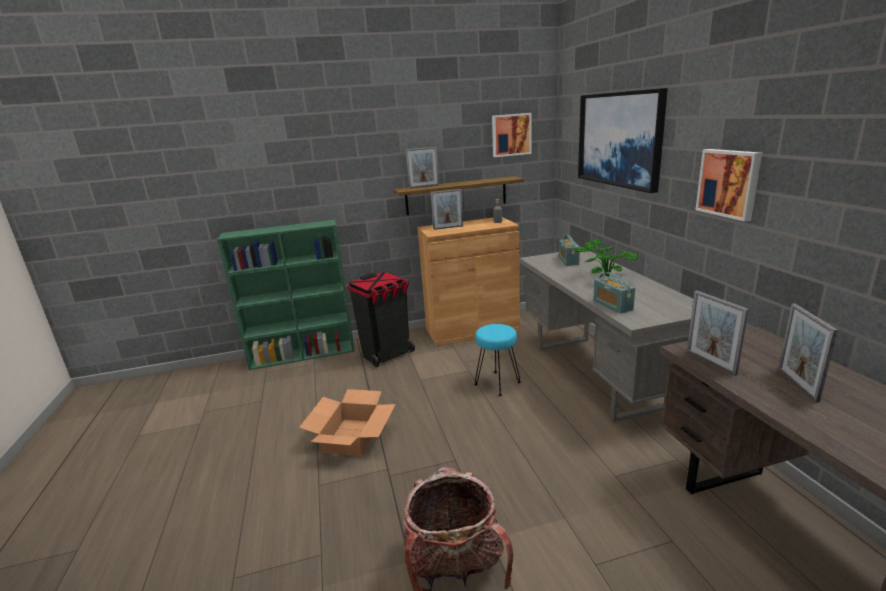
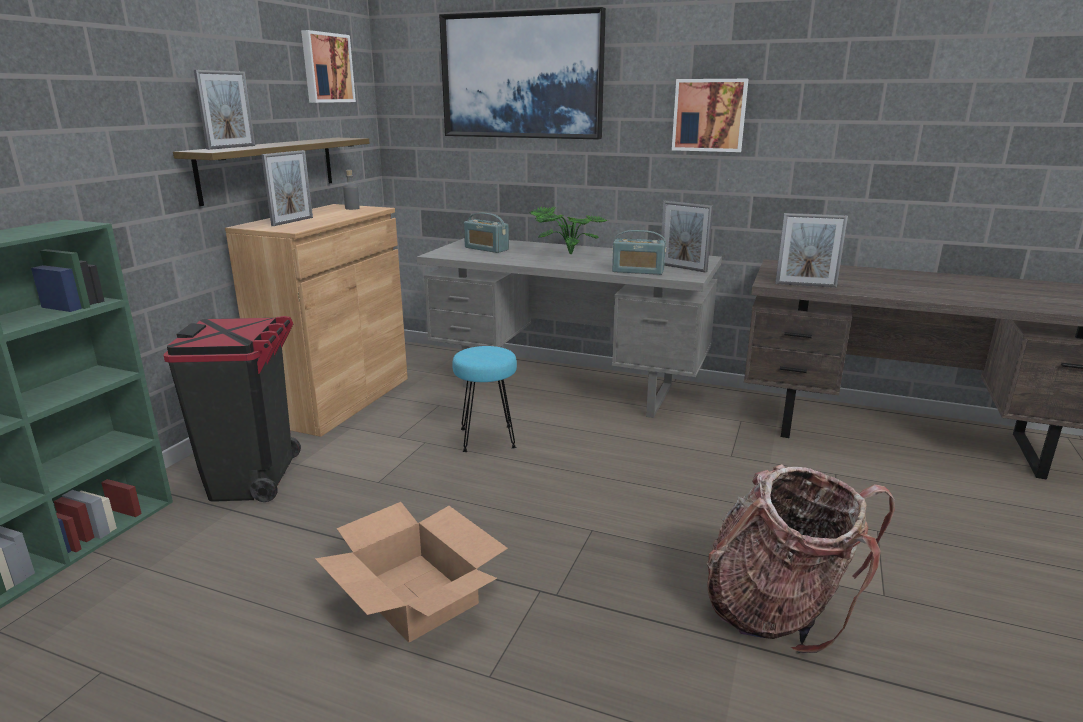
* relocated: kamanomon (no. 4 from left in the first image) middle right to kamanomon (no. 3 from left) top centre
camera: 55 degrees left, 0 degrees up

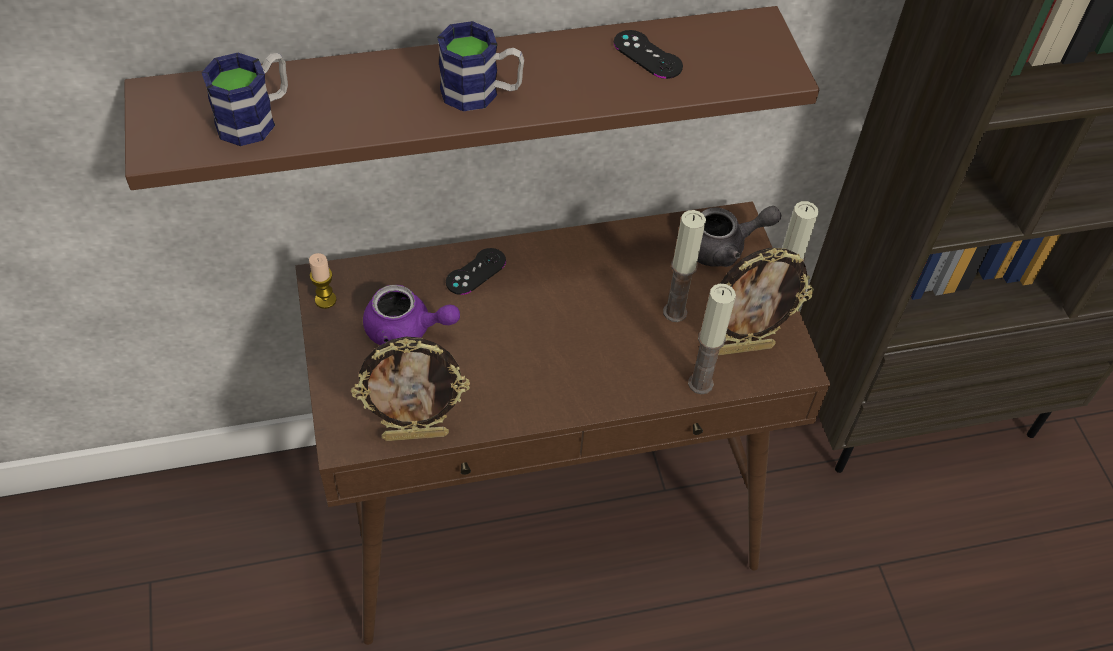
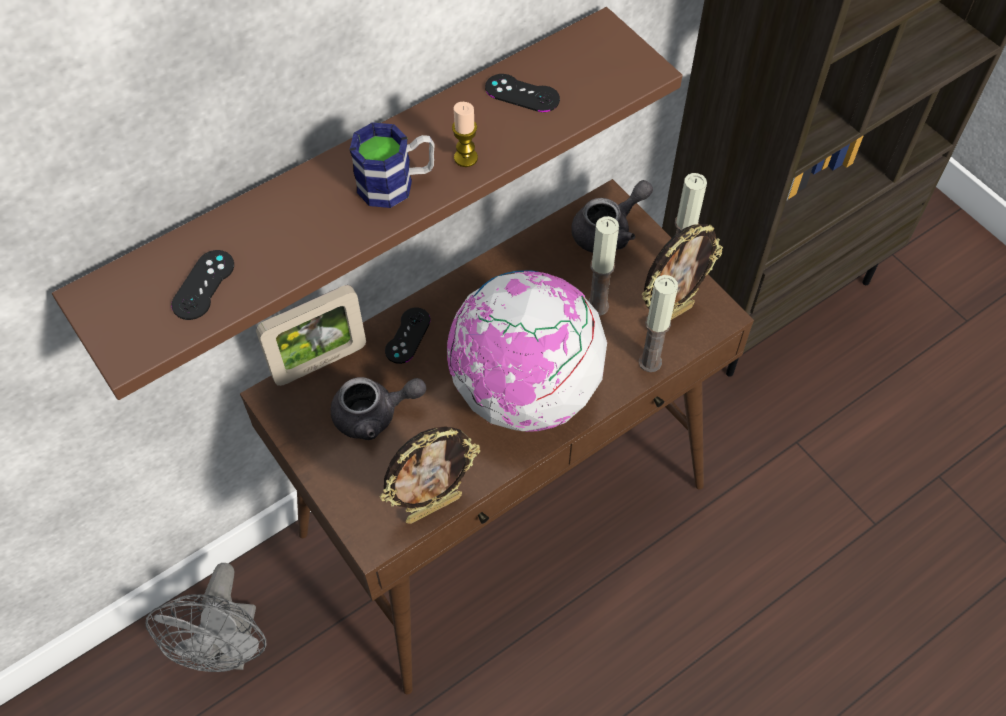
* exchanged: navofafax (no. 1 from left) top left to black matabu (no. 1 from left) middle left
* relocated: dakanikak (no. 1 from left) middle left to top centre
* colour: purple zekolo centre to grey zekolo (no. 1 from left) centre
* appeared: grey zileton bottom left
* appeared: kamanomon (no. 1 from left) middle left
* appeared: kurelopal centre
camera: 20 degrees left, 5 degrees up

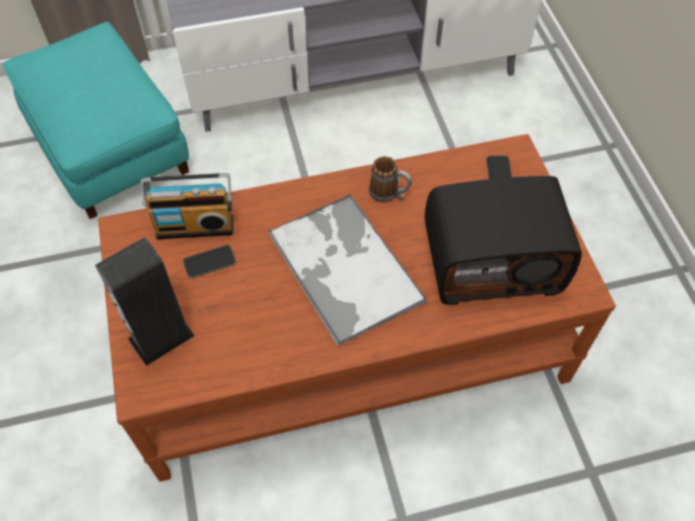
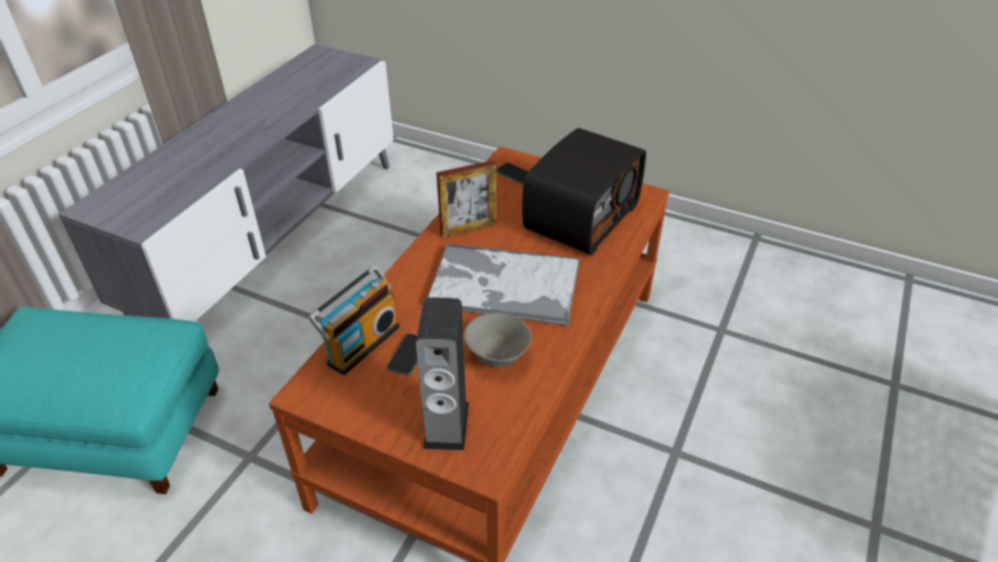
* exchanged: navofafax centre to kamanomon centre
* appeared: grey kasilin centre
camera: 50 degrees left, 15 degrees down

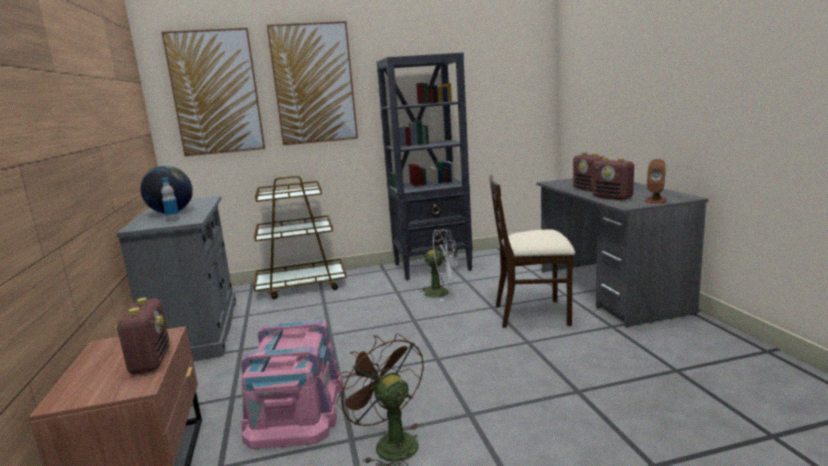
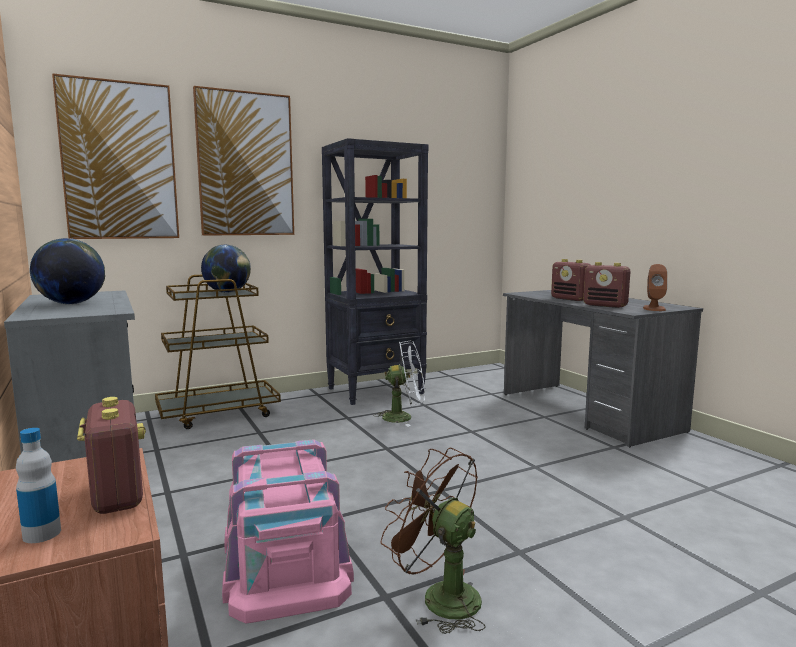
* relocated: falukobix middle left to bottom left
* missing: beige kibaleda centre
* appeared: kurelopal (no. 2 from left) middle left
camera: 15 degrees left, 5 degrees down

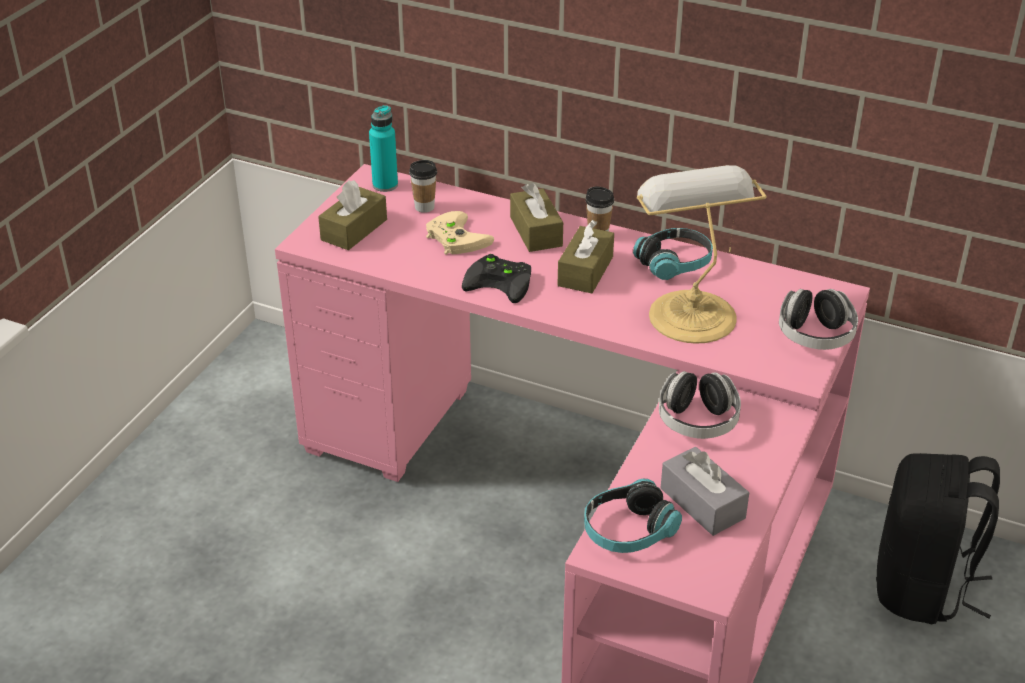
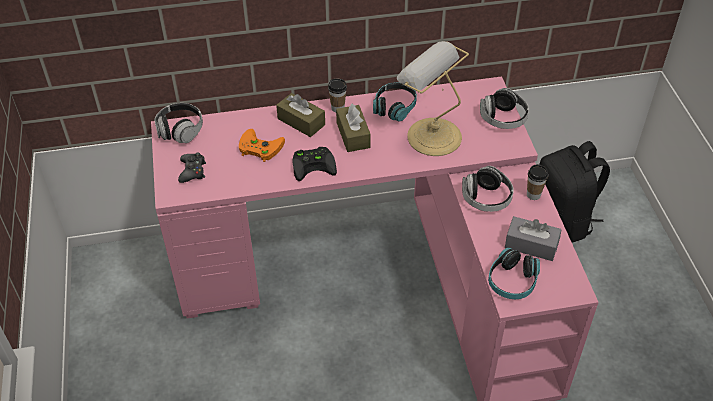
* exchanged: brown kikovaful (no. 1 from left) top centre to black matabu (no. 1 from left) middle left
* exchanged: turquoise falukobix top centre to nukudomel (no. 1 from left) top left
* relocated: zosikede (no. 1 from left in the first image) top centre to zosikede (no. 2 from left) middle right
* colour: beige matabu centre to orange matabu centre
camera: 35 degrees left, 10 degrees up

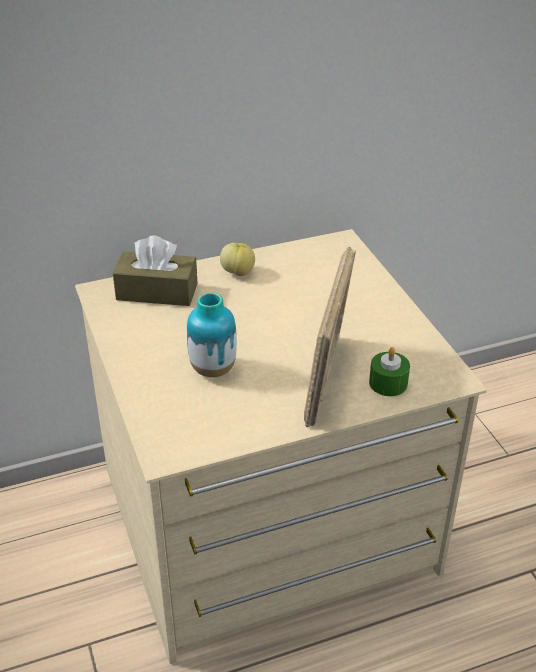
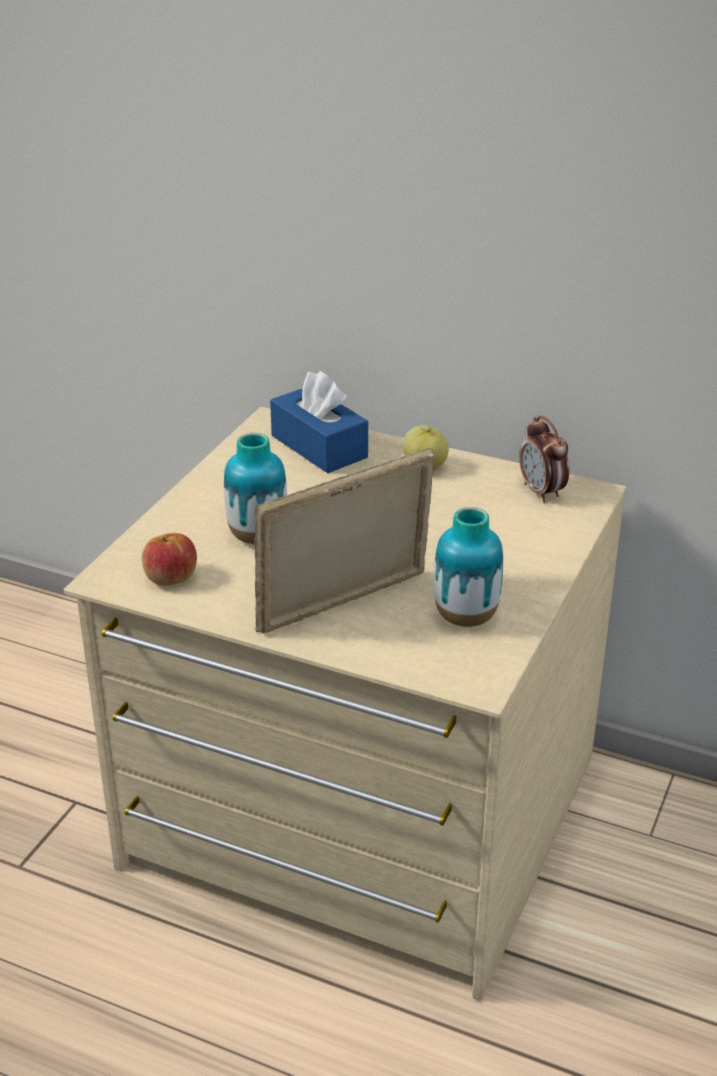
* colour: brown kikovaful middle left to blue kikovaful centre
* missing: green dakanikak middle right
* appeared: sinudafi (no. 1 from left) middle left
* appeared: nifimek (no. 2 from left) centre
* appeared: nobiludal middle right
camera: 45 degrees right, 5 degrees down

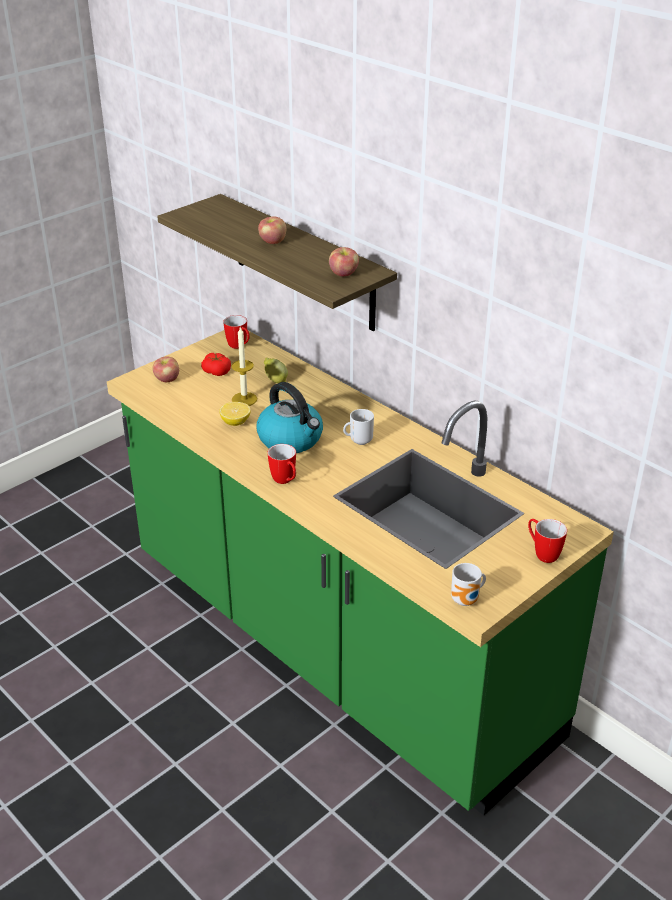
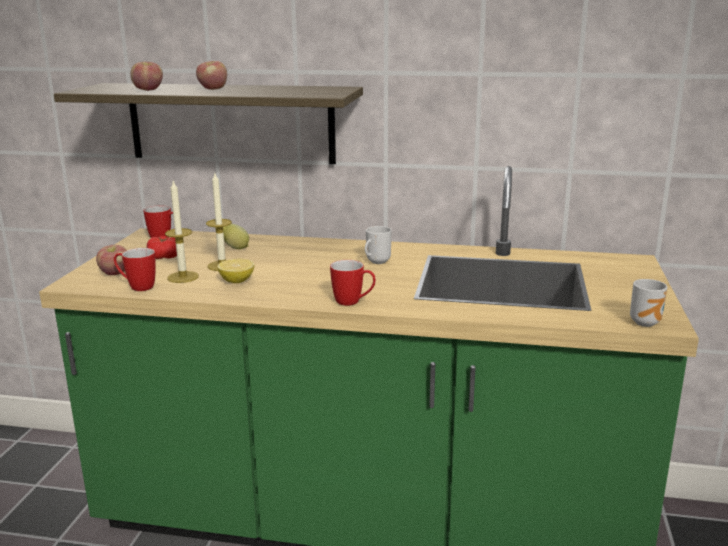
* missing: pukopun centre
* relocated: sinudafi (no. 3 from left in the first image) top centre to sinudafi (no. 2 from left) top left
* relocated: navofafax (no. 5 from left in the first image) middle right to navofafax (no. 1 from left) middle left
* appeared: dakanikak (no. 1 from left) middle left
camera: 35 degrees left, 15 degrees down

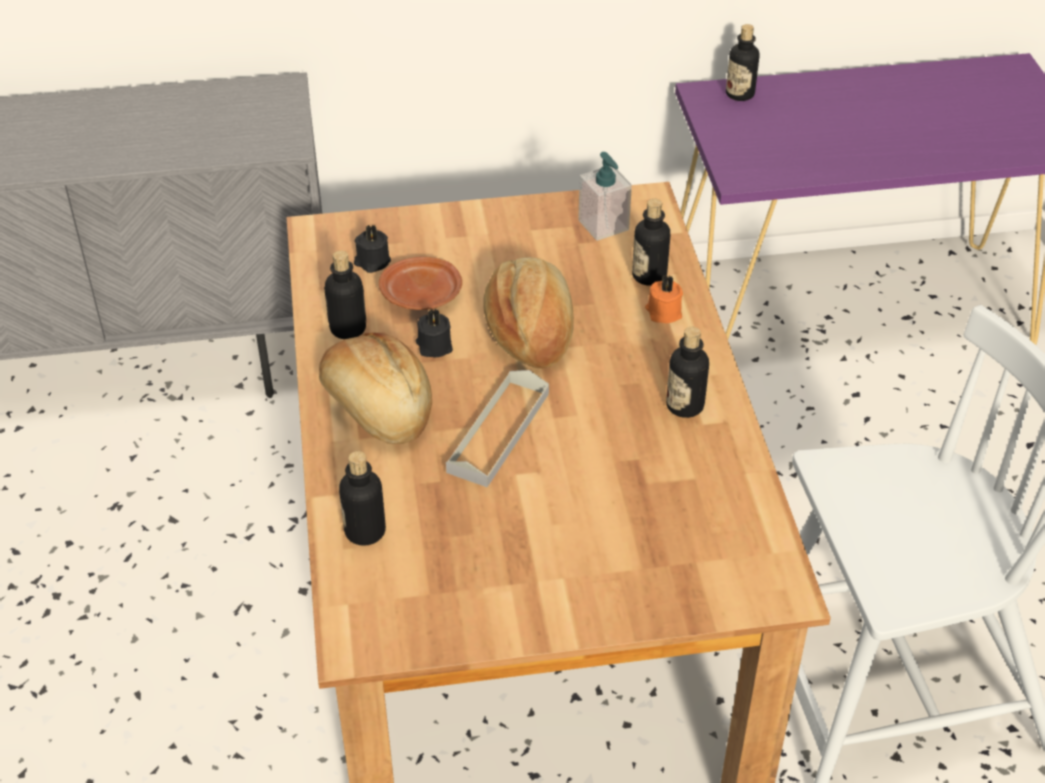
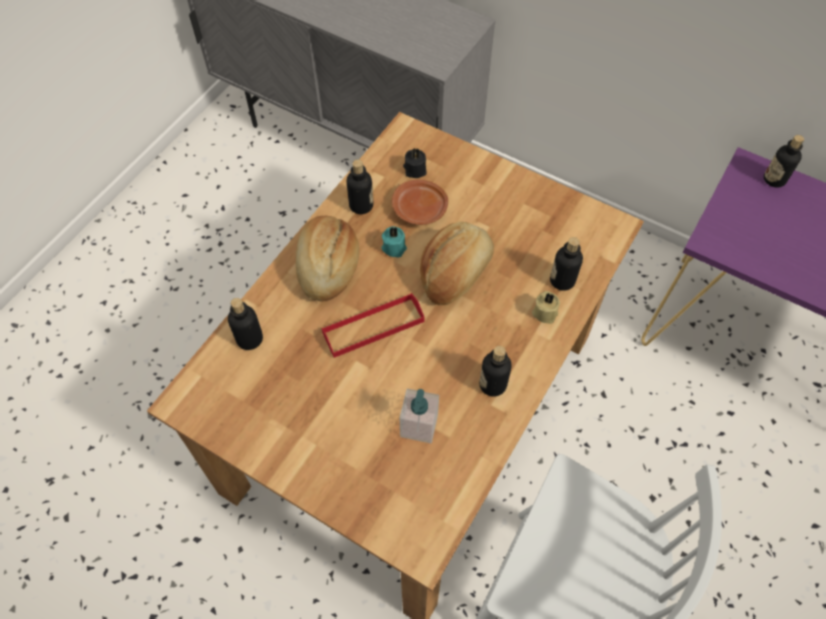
* colour: black dakanikak (no. 2 from left) centre to turquoise dakanikak centre
* colour: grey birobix centre to red birobix centre
* relocated: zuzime top centre to bottom centre
* colour: orange dakanikak centre to beige dakanikak centre
camera: 40 degrees right, 15 degrees up

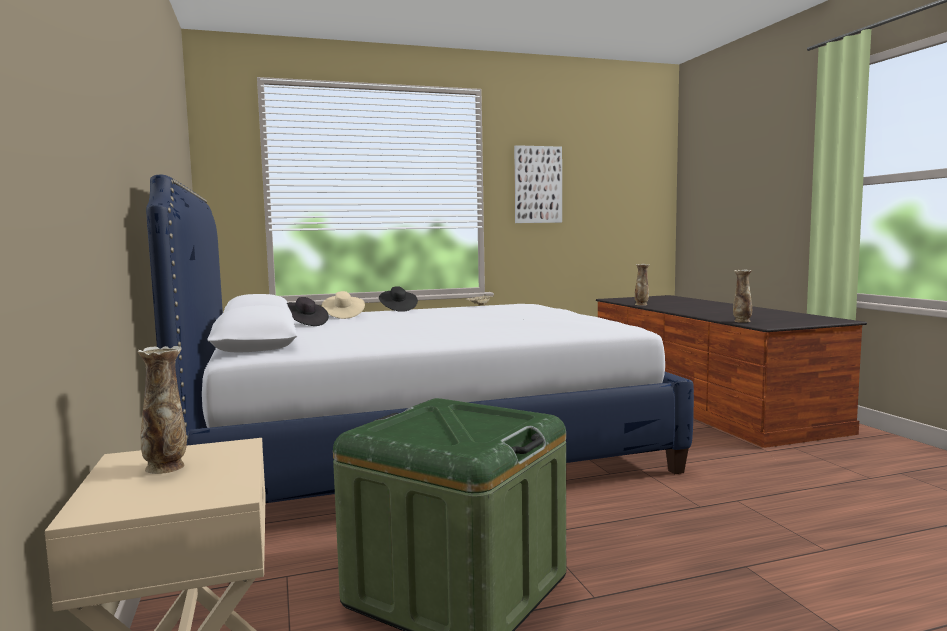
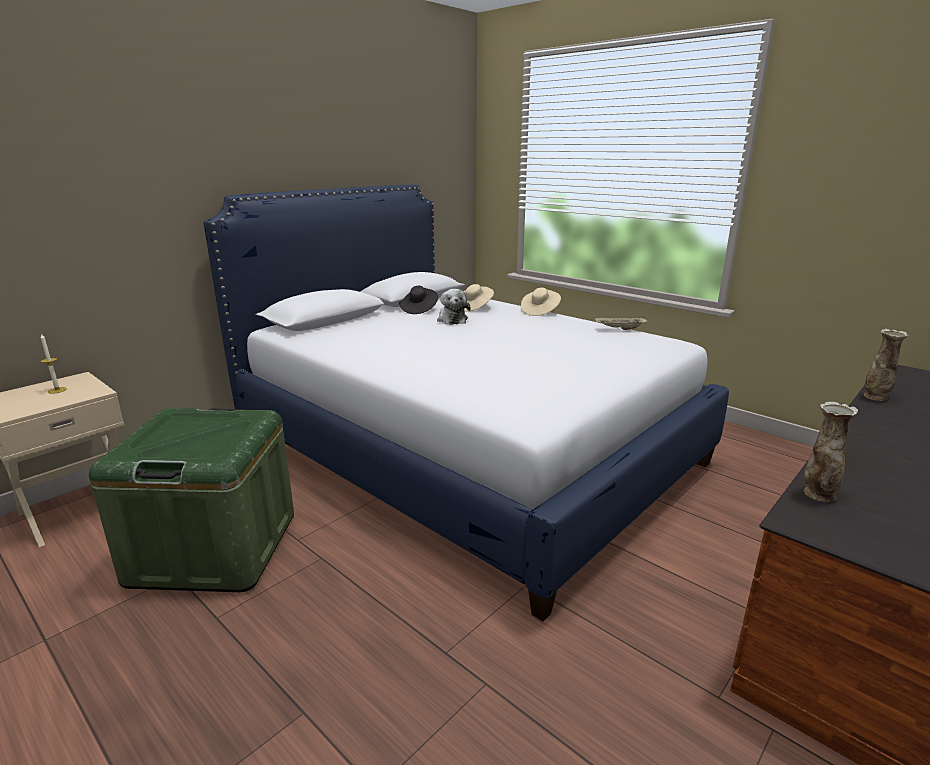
* exchanged: nifimek (no. 1 from left) middle left to dakanikak middle left
* colour: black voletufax (no. 2 from left) centre to beige voletufax (no. 2 from left) centre
* missing: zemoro top centre
* appeared: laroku centre
camera: 60 degrees right, 15 degrees up

